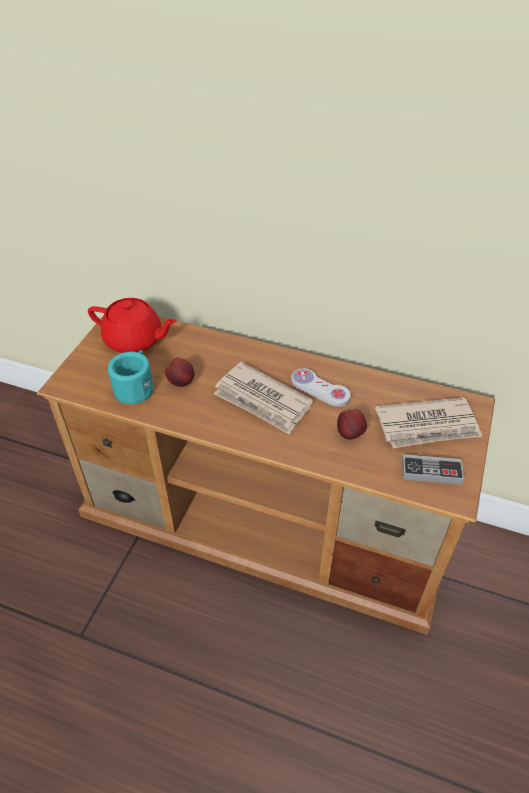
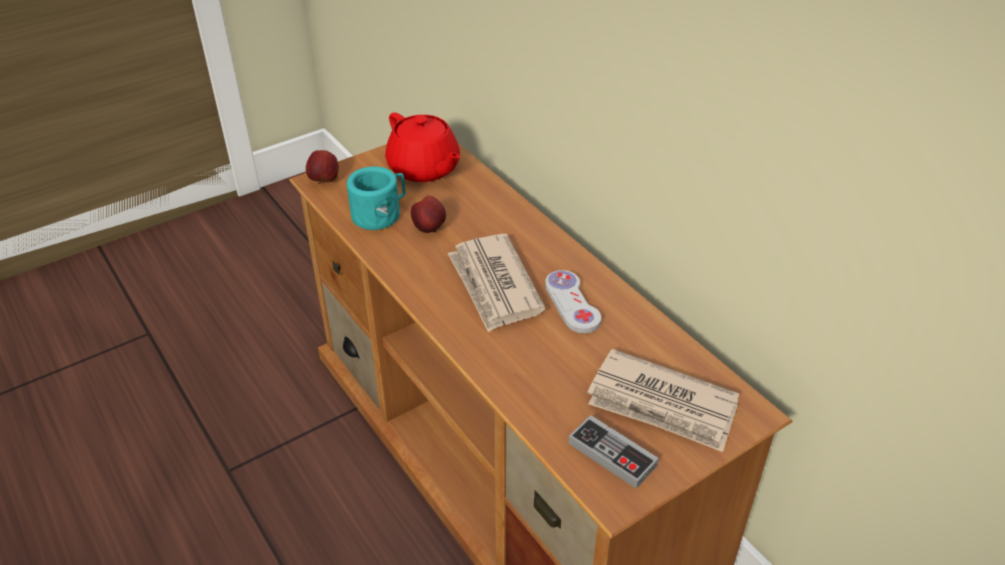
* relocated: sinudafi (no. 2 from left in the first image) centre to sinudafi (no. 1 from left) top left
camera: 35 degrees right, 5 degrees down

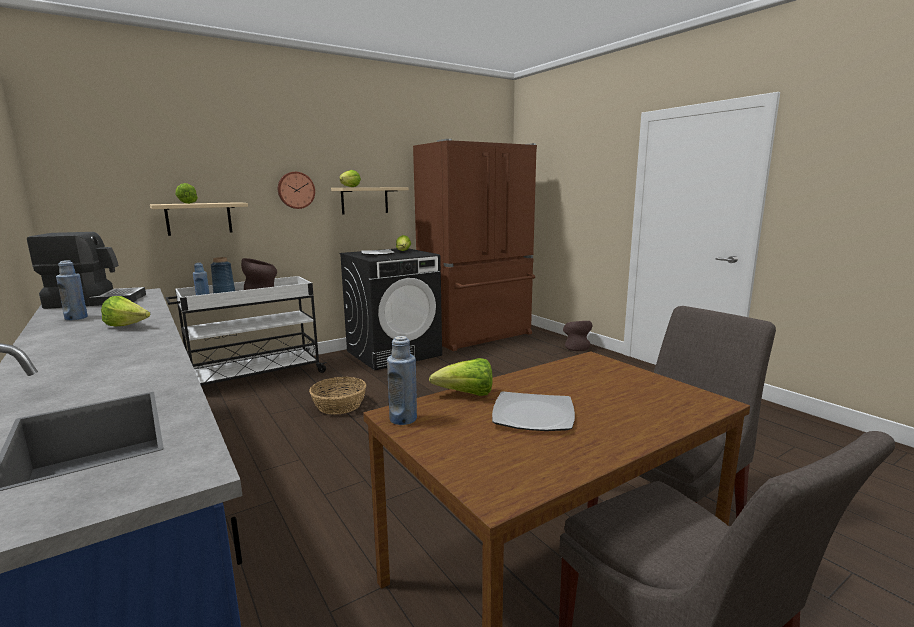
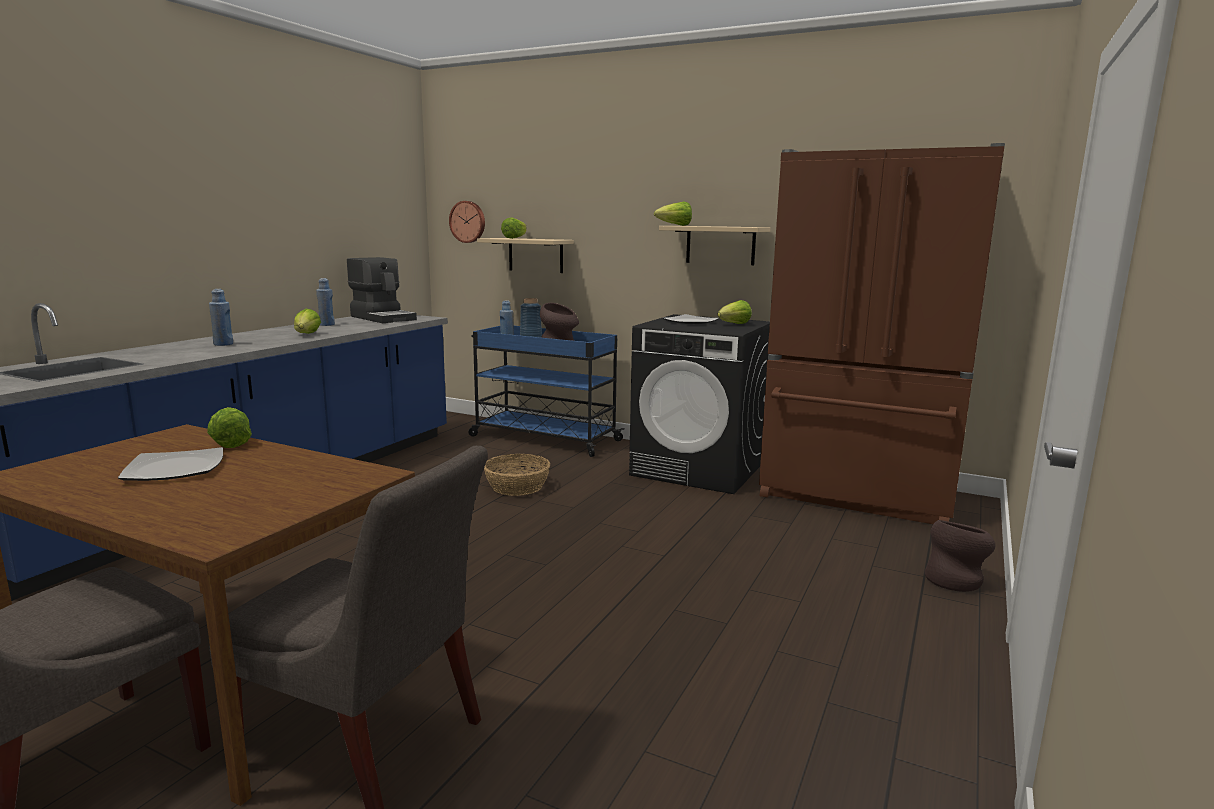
* colour: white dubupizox middle left to blue dubupizox centre
* relocated: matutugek top left to top centre
* relocated: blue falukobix (no. 3 from left in the first image) centre to blue falukobix (no. 1 from left) middle left
camera: 60 degrees right, 0 degrees up

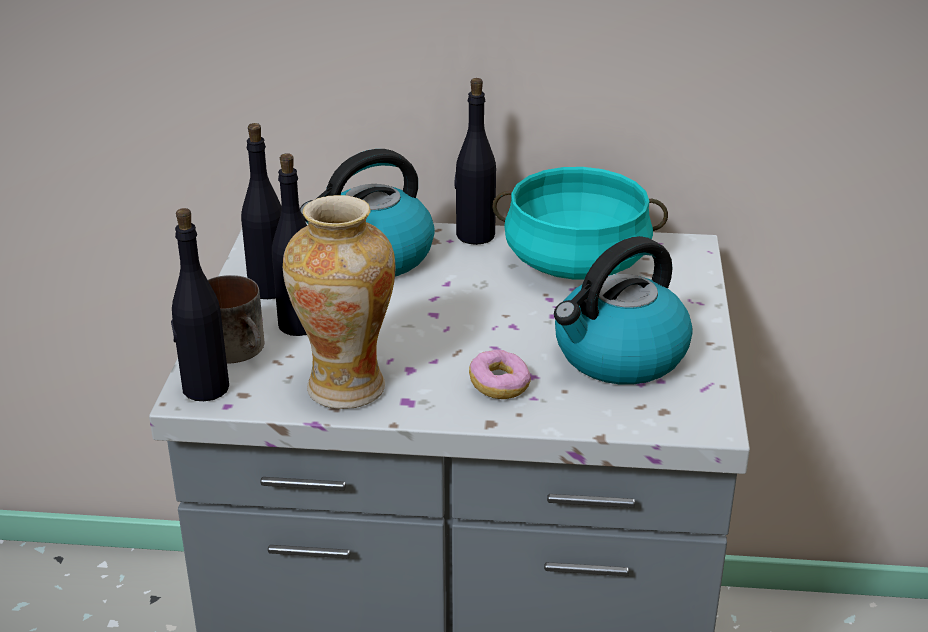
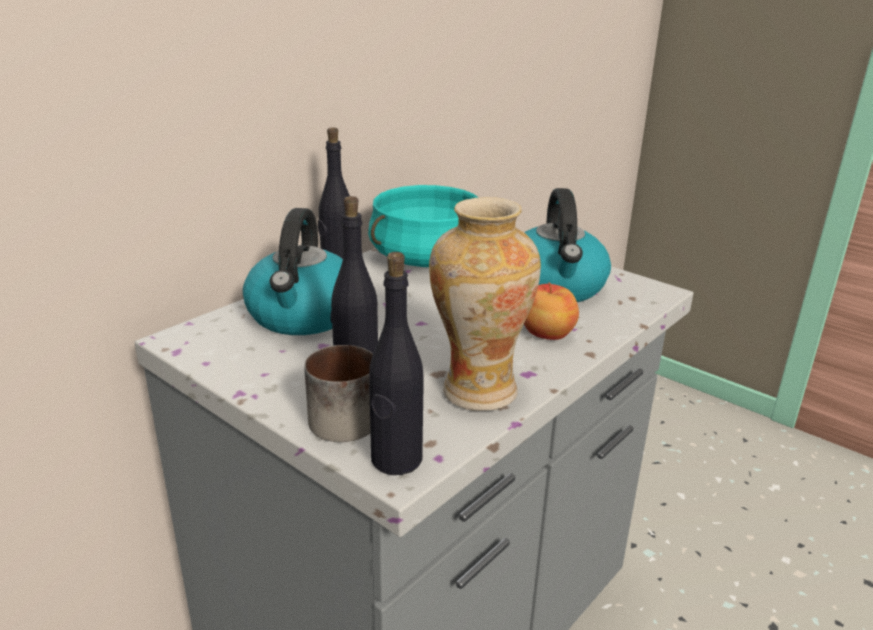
* missing: black falukobix (no. 2 from left) middle left
* exchanged: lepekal centre to sinudafi centre
camera: 55 degrees left, 5 degrees down

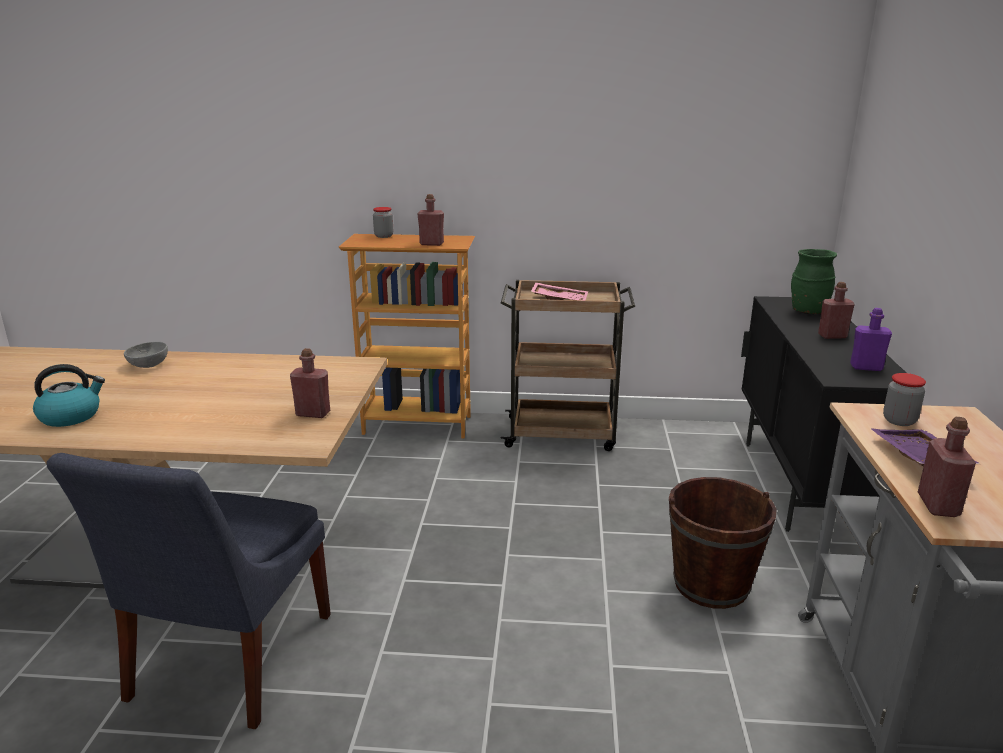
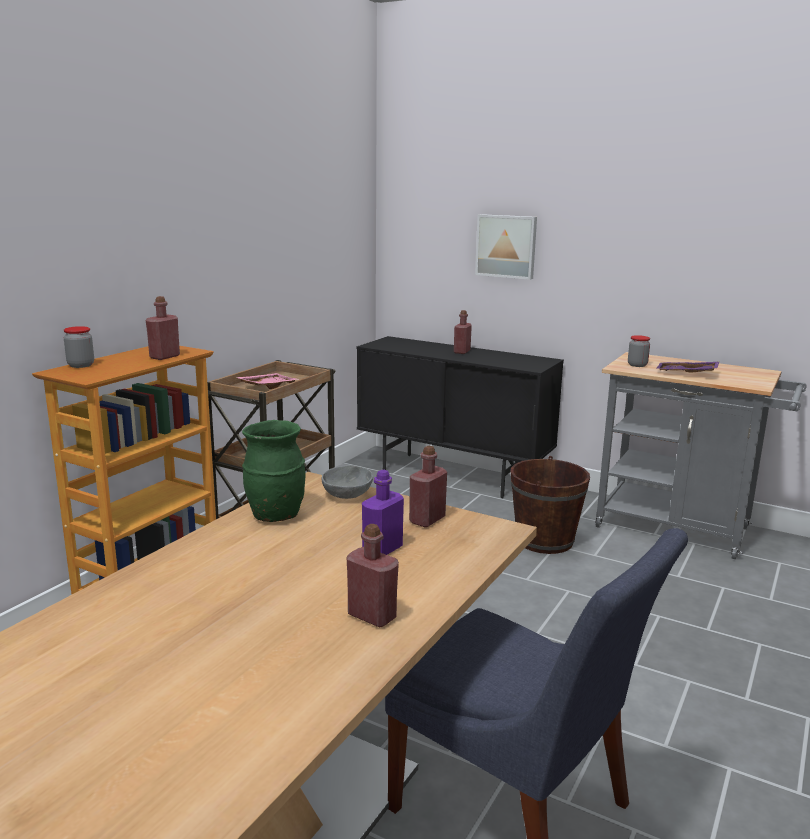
* missing: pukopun middle left
* relocated: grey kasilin middle left to centre
* relocated: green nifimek middle right to centre
* relocated: purple falukobix middle right to centre
* relocated: red falukobix (no. 4 from left in the first image) middle right to red falukobix (no. 2 from left) bottom centre
* appeared: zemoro top centre
camera: 65 degrees left, 5 degrees down

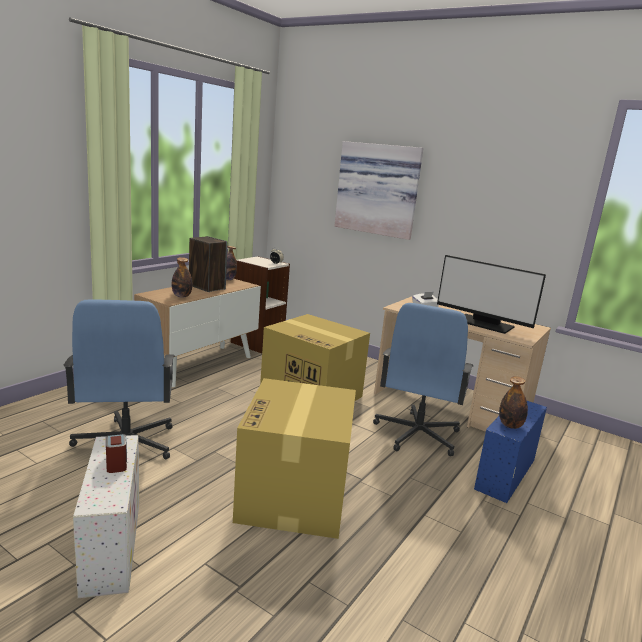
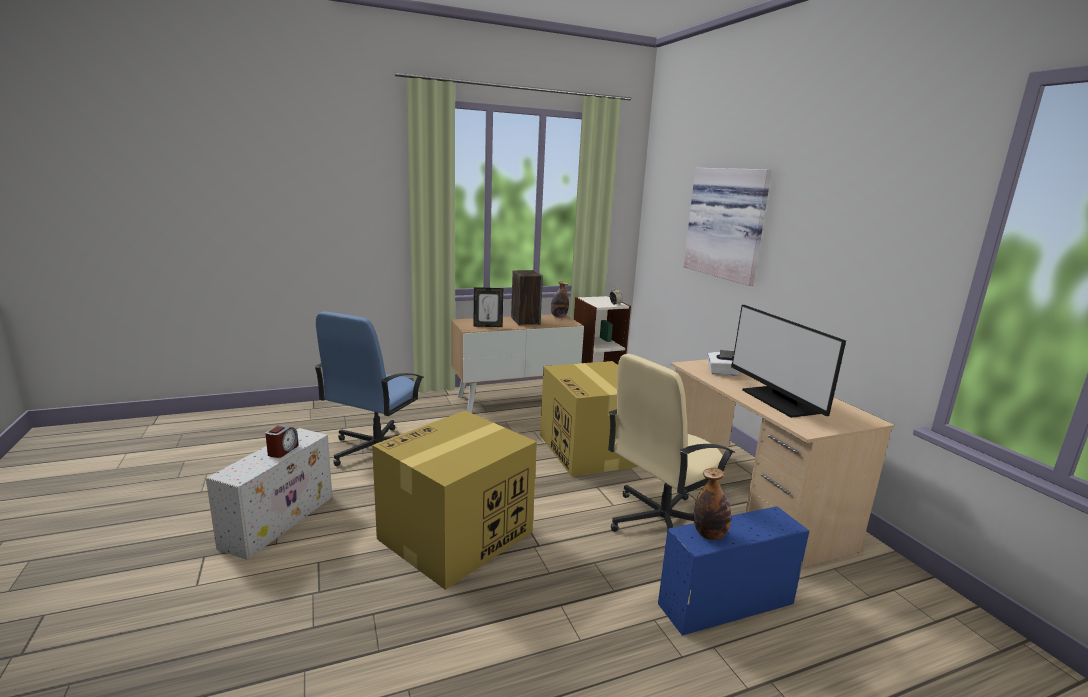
* exchanged: falukobix (no. 1 from left) middle left to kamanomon centre
* colour: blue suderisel (no. 2 from left) centre to beige suderisel centre
camera: 35 degrees right, 0 degrees up

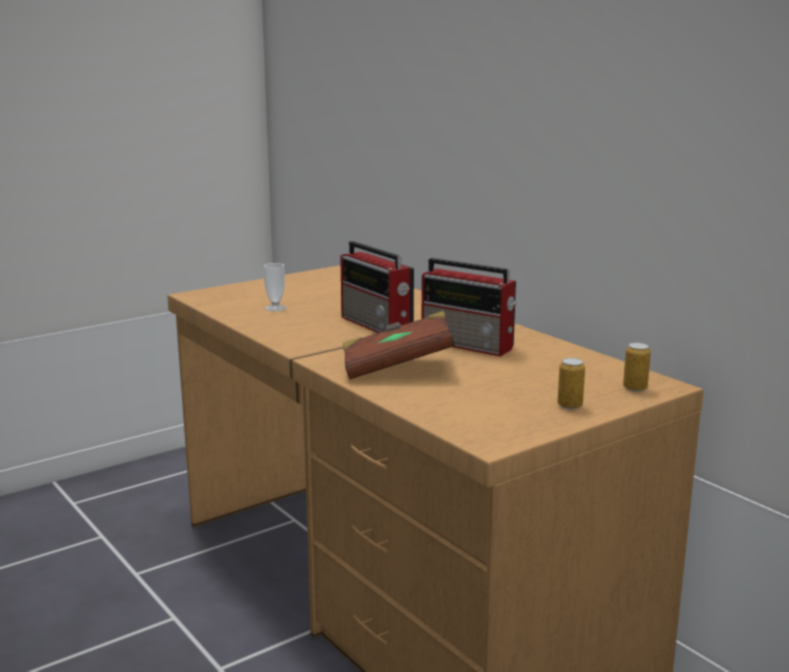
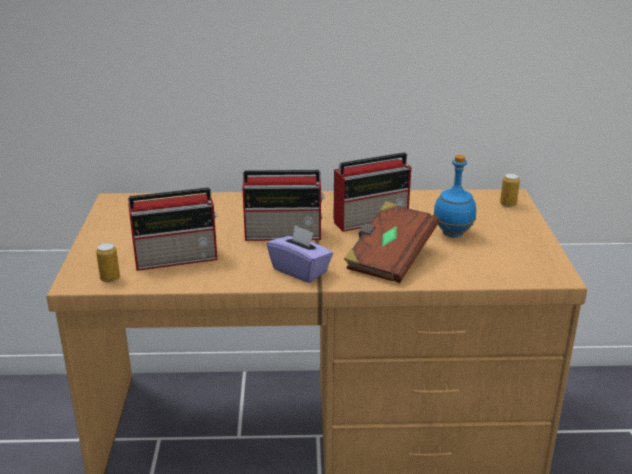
* exchanged: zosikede centre to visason (no. 1 from left) middle left
* relocated: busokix (no. 1 from left) middle right to middle left
* appeared: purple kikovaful centre
* appeared: blue falukobix middle right
camera: 55 degrees left, 10 degrees up

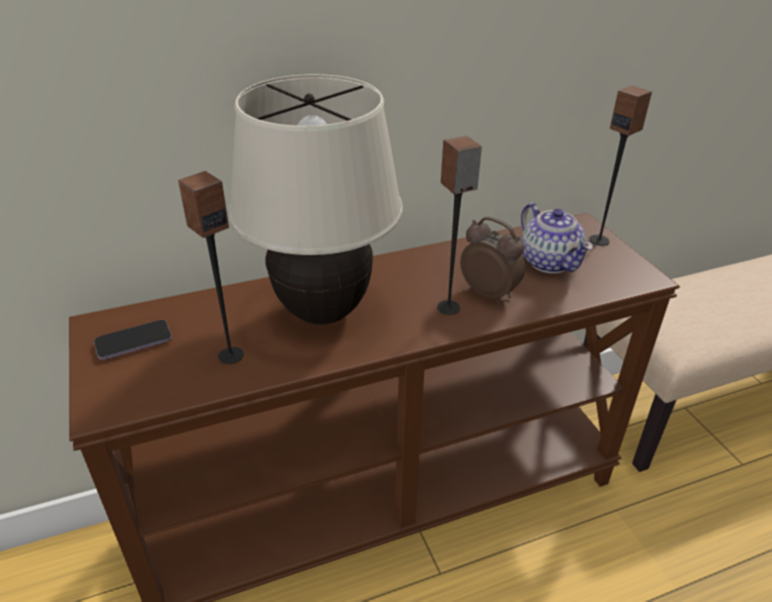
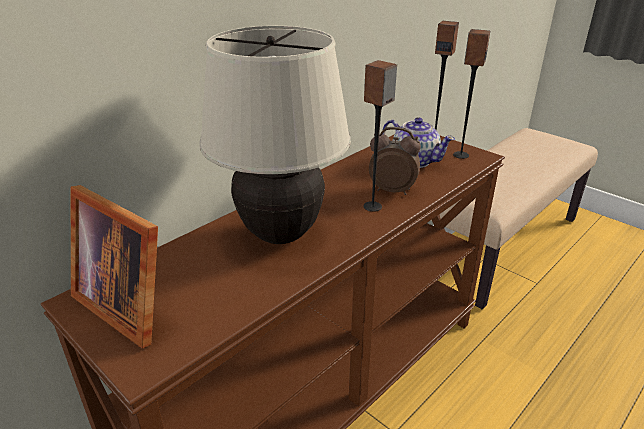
* exchanged: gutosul middle left to kamanomon middle left
* relocated: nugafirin (no. 1 from left in the first image) middle left to nugafirin (no. 3 from left) top right
camera: 25 degrees left, 5 degrees down

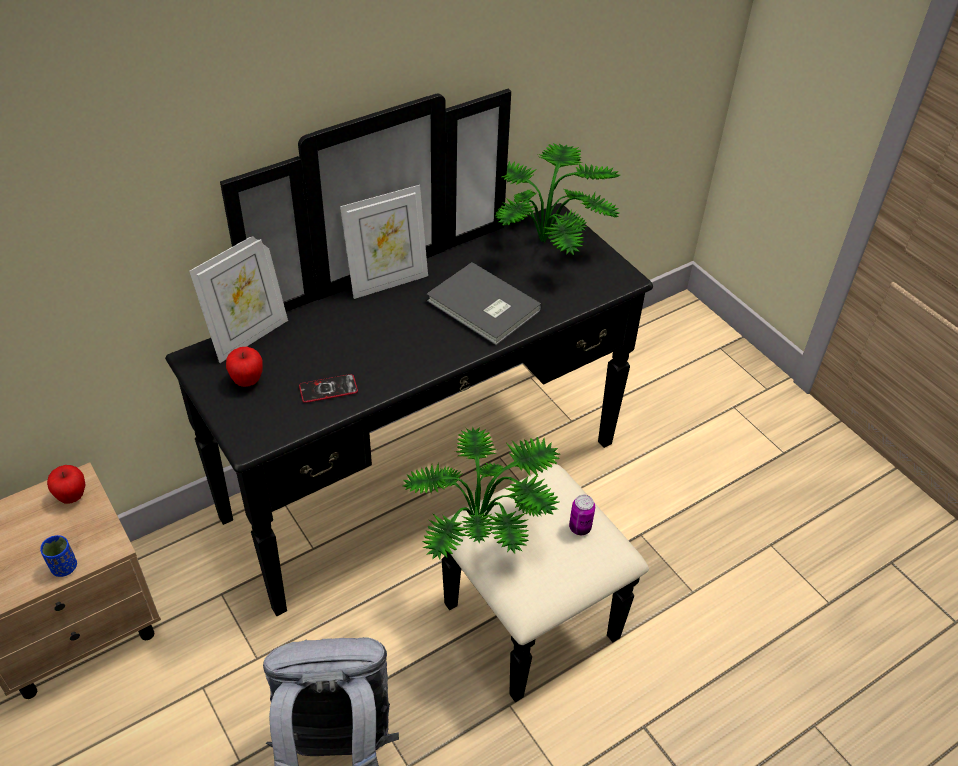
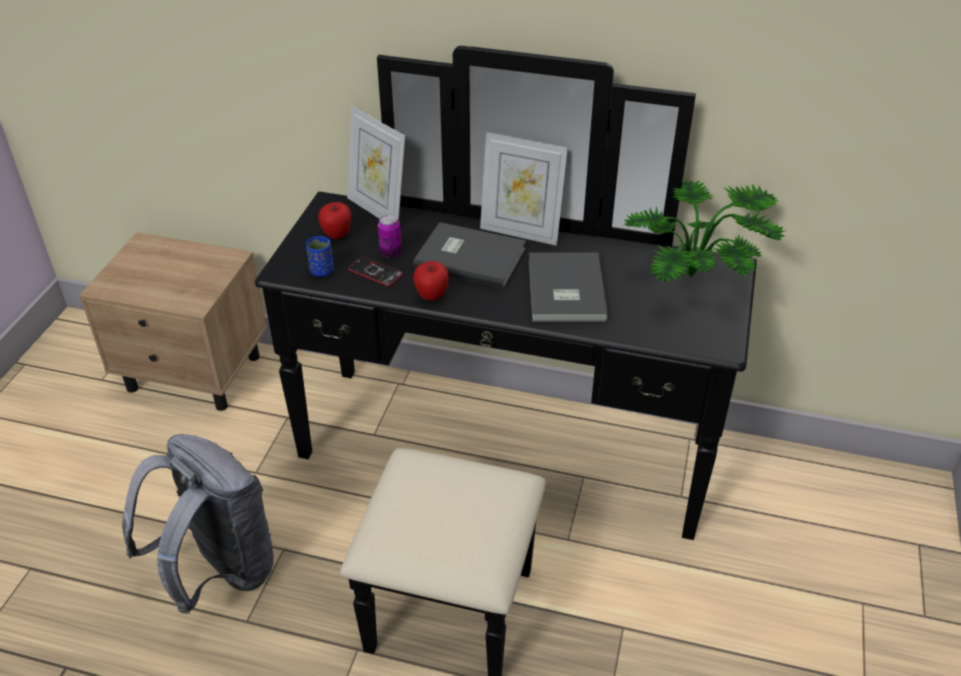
* relocated: blue zosikede bottom left to middle left
* relocated: sinudafi (no. 1 from left in the first image) middle left to sinudafi (no. 2 from left) centre
* spun: kamanomon (no. 1 from left) middle left = top centre 45 degrees clockwise
* missing: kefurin (no. 1 from left) centre
* relocated: busokix bottom centre to centre
* appeared: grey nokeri (no. 1 from left) centre
camera: 50 degrees right, 5 degrees down

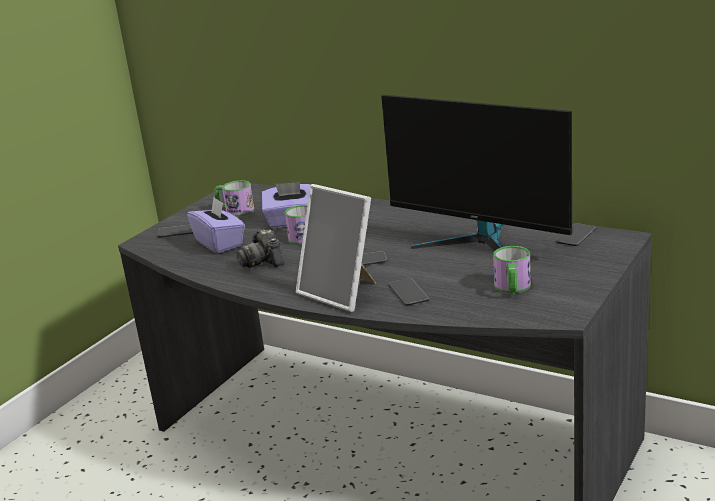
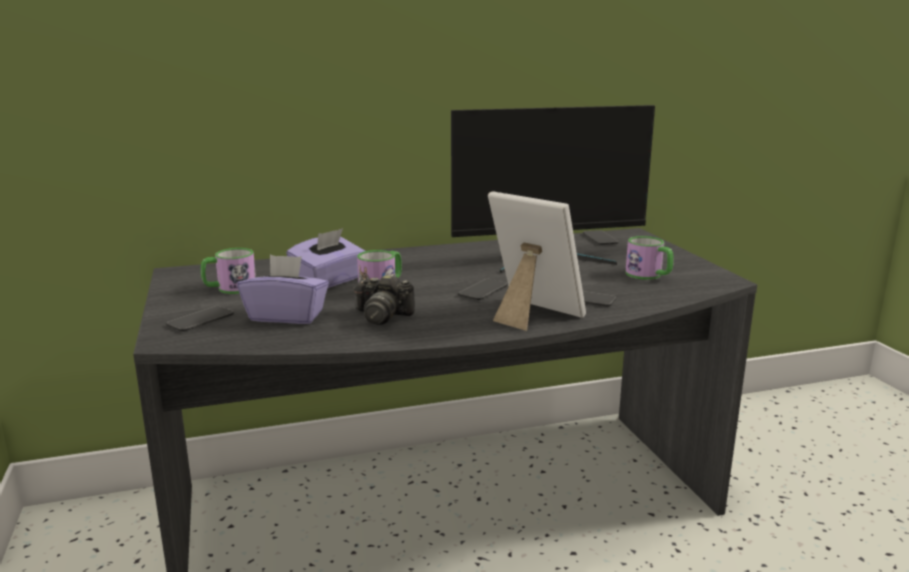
* spun: kamanomon centre = centre 135 degrees counterclockwise
camera: 50 degrees left, 5 degrees down

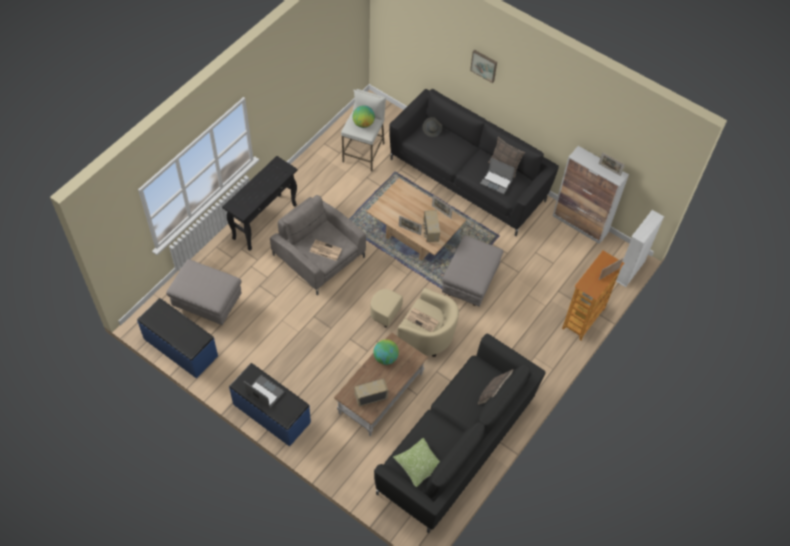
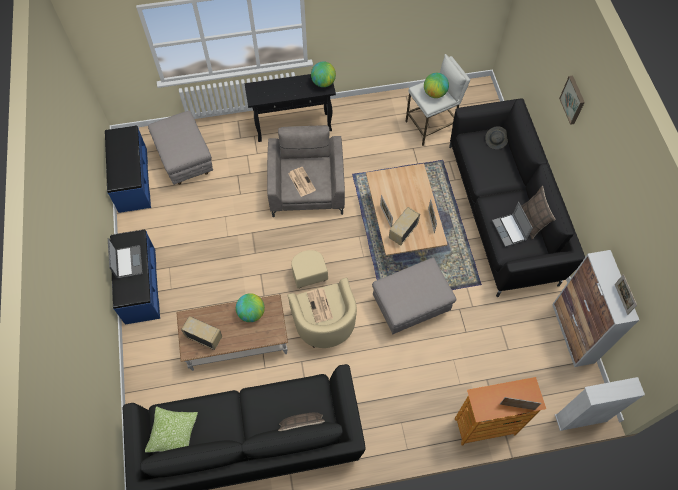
* appeared: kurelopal (no. 2 from left) top centre
camera: 45 degrees right, 5 degrees up

